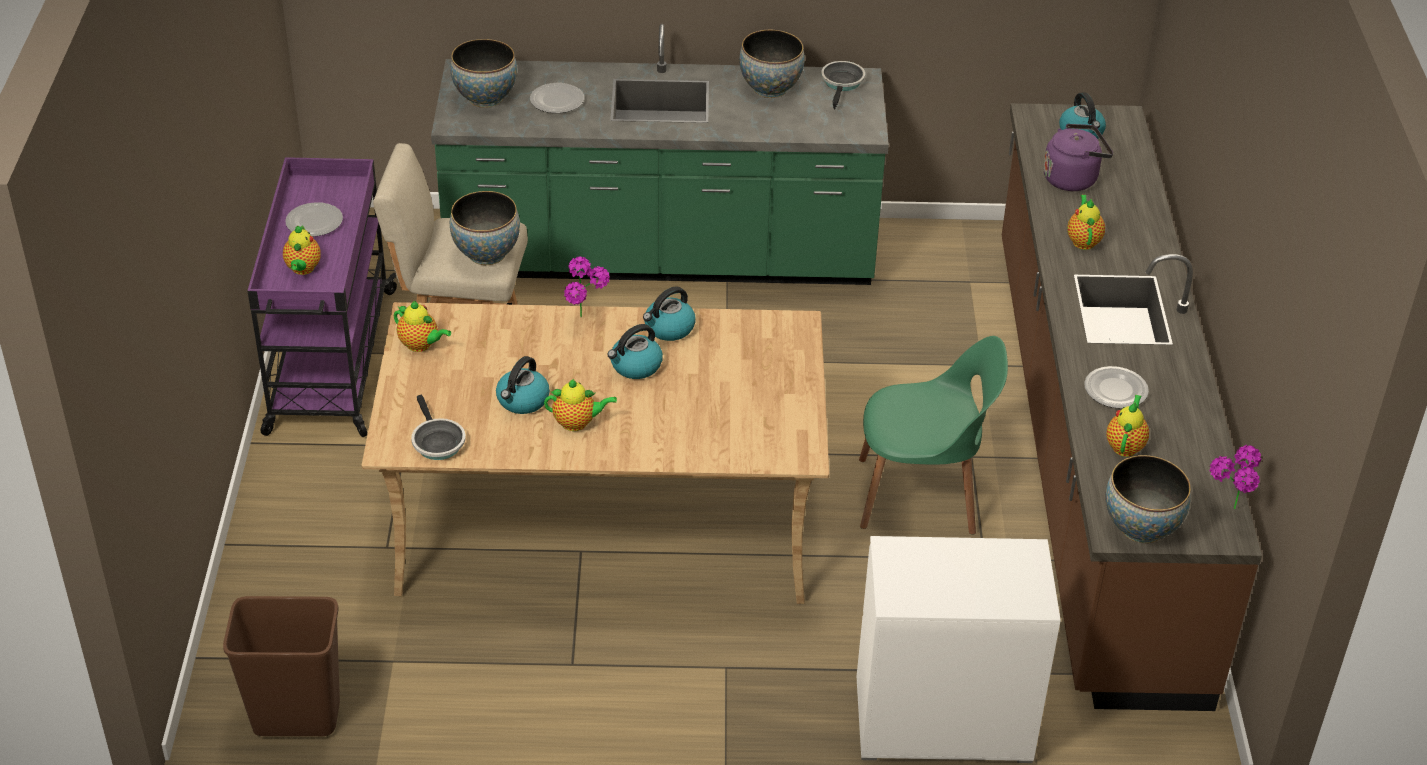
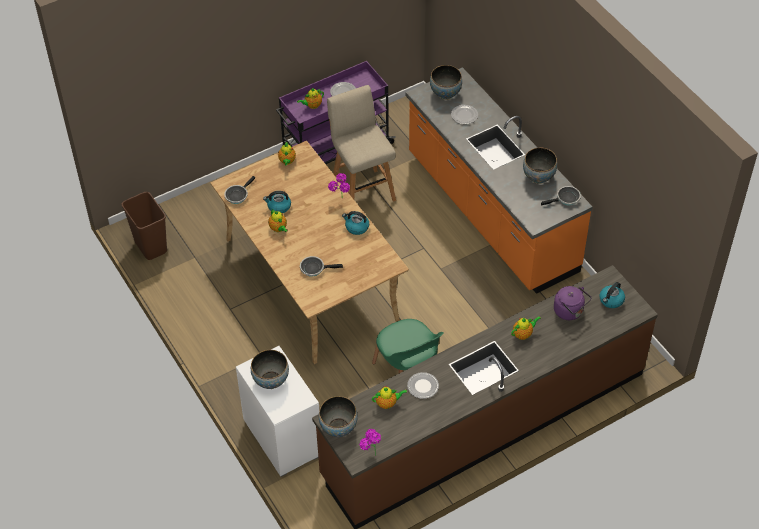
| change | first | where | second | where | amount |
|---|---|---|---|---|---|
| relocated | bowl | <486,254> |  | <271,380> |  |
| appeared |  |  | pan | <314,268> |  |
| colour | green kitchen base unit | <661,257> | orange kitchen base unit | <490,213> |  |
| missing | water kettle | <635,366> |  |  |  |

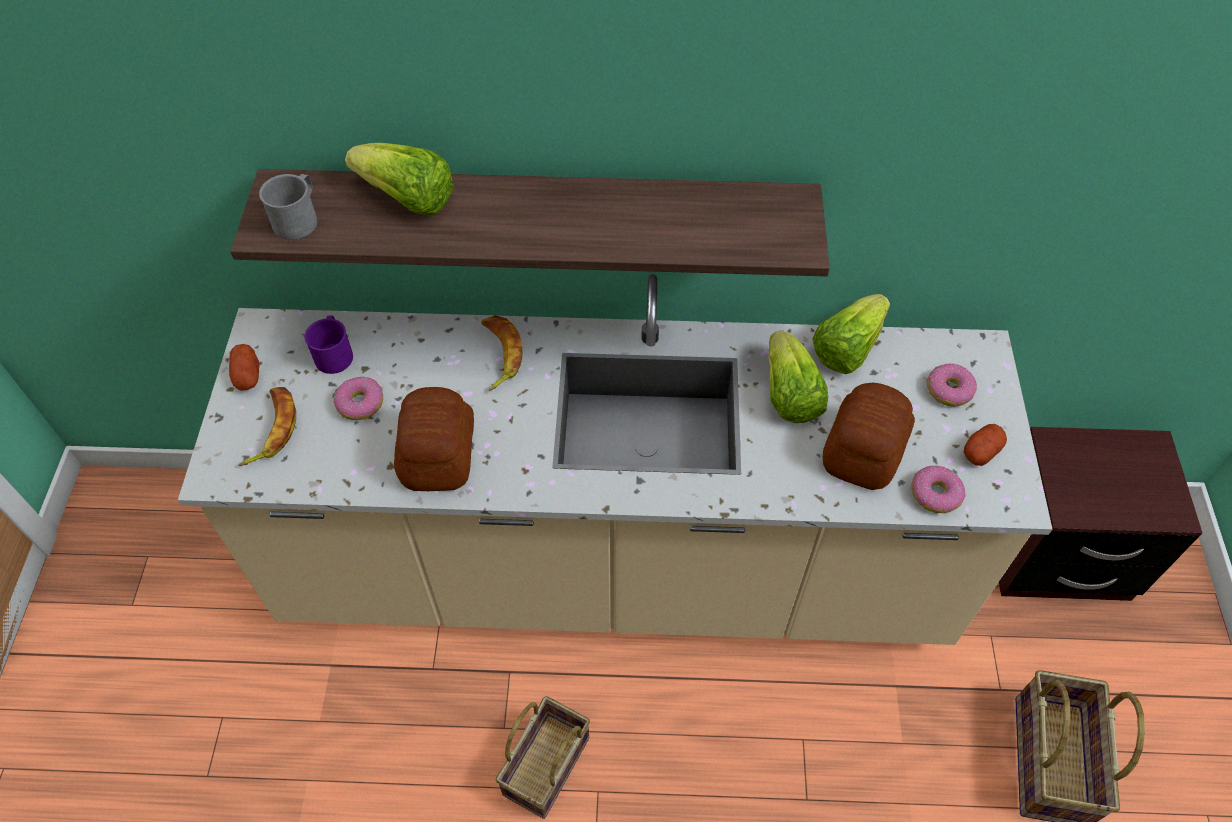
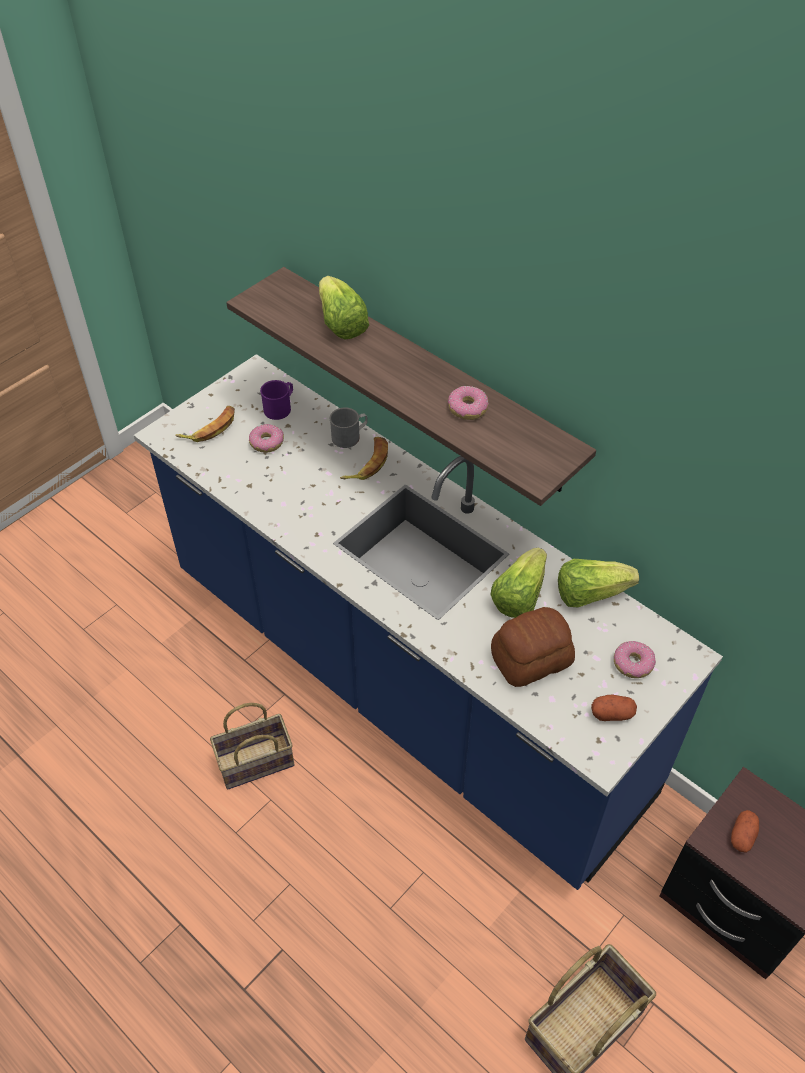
| change | first | where | second | where | amount |
|---|---|---|---|---|---|
| colour | beige-coloured kitchen base unit | <616,572> | blue-coloured kitchen base unit | <402,683> |  |
| relocated | grey coffee mug | <299,218> |  | <350,436> |  |
| relocated | donut | <935,494> |  | <467,408> |  |
| relocated | whole potato | <248,375> |  | <742,836> |  |
| missing | baked bread | <437,455> |  |  |  |

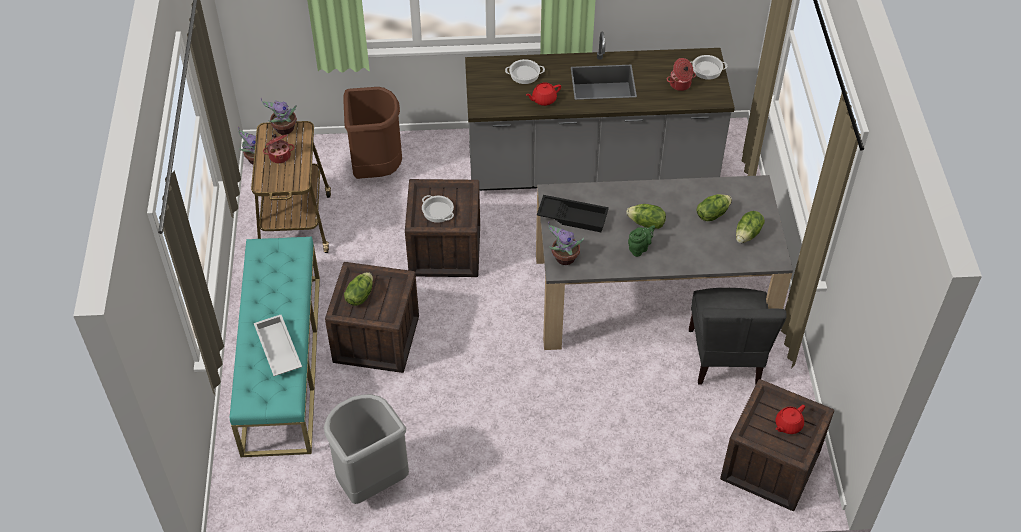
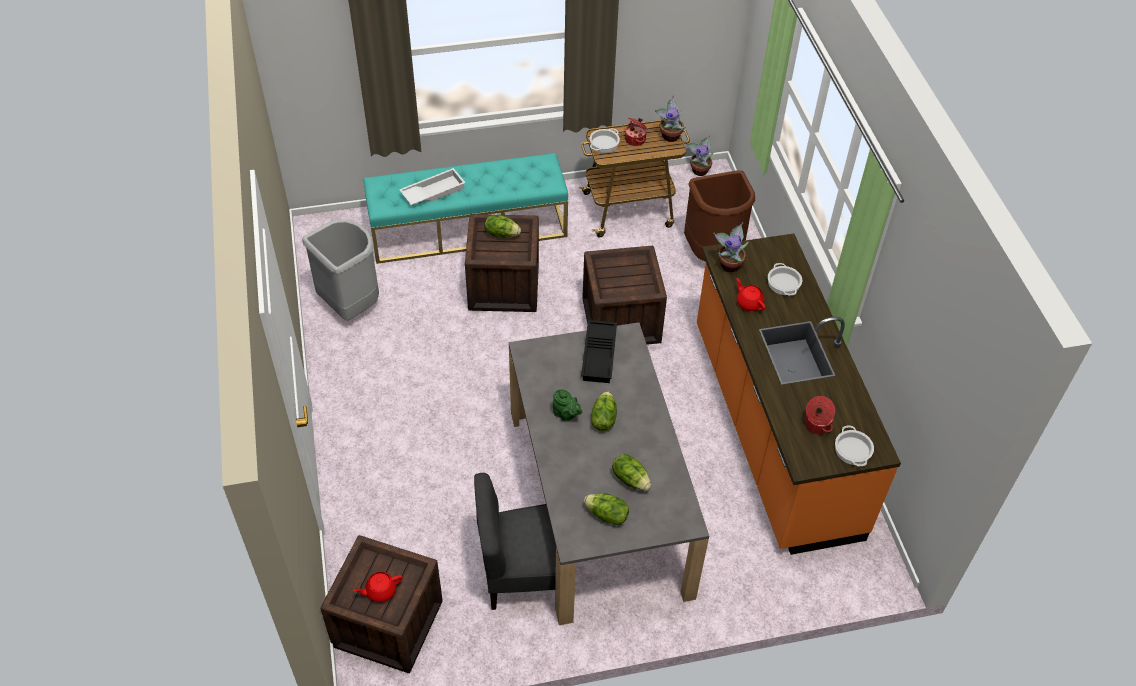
| change | first | where | second | where | amount |
|---|---|---|---|---|---|
| spun | reddish teapot | <788,425> |  | <380,591> | 60 degrees counterclockwise |
| relocated | cooking pot | <437,211> |  | <604,143> |  |
| colour | grey kitchen base unit | <591,167> | orange kitchen base unit | <772,430> |  |
| relocated | plant in a pot | <563,258> |  | <729,264> |  |

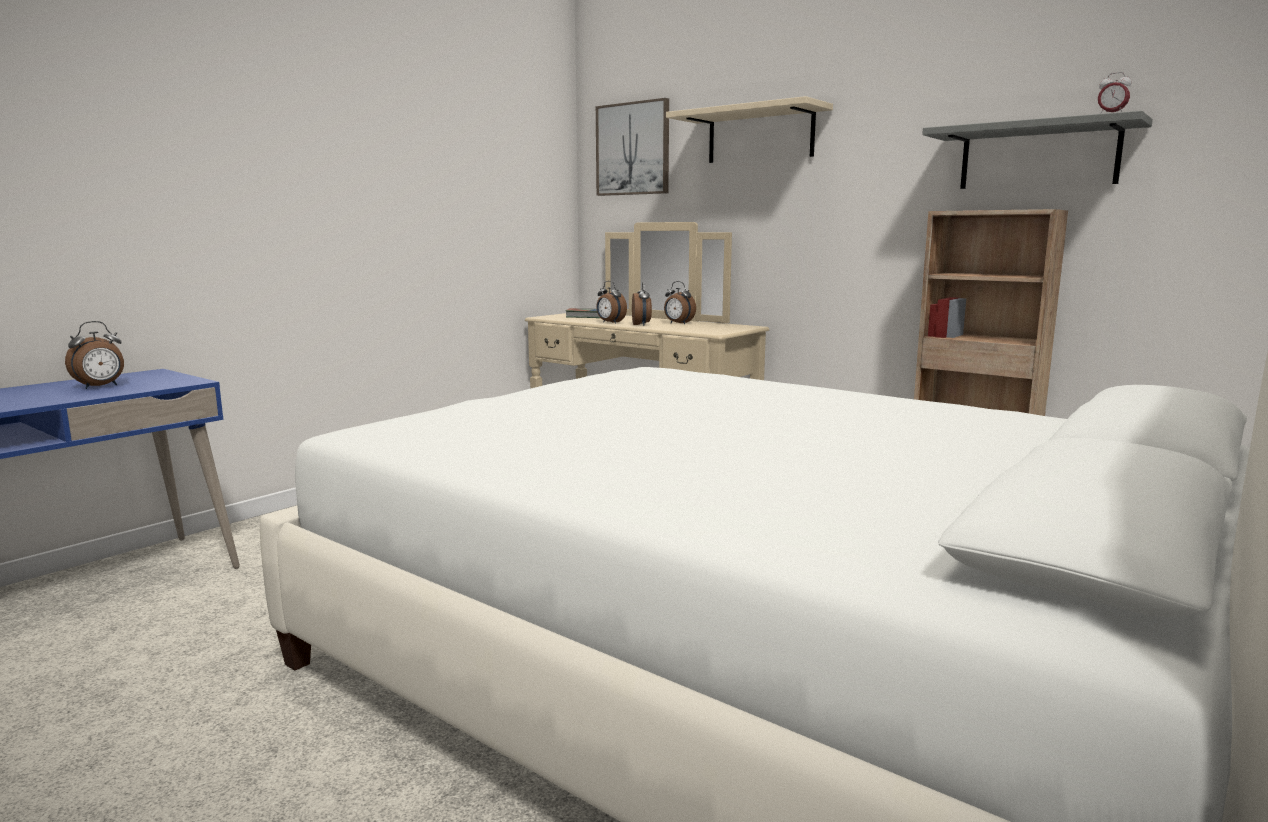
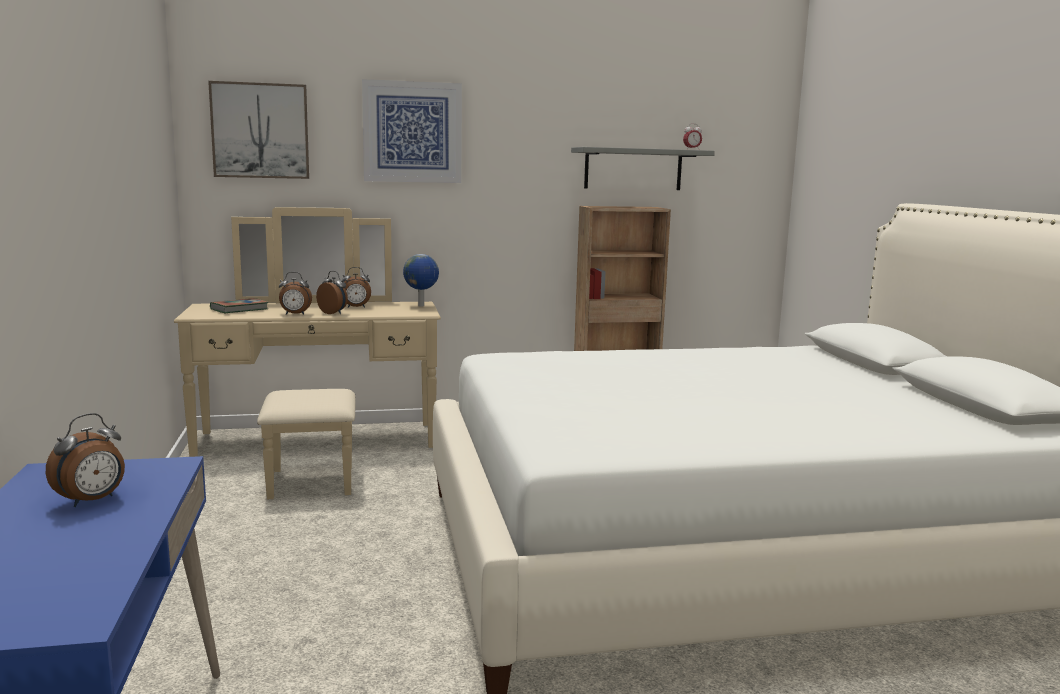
| change | first | where | second | where | amount |
|---|---|---|---|---|---|
| spun | table clock | <101,386> |  | <92,501> | 45 degrees clockwise |
| exchanged | beige-coloured bracket shelf | <760,135> | picture | <412,132> |  |
| appeared |  |  | globe | <421,306> |  |

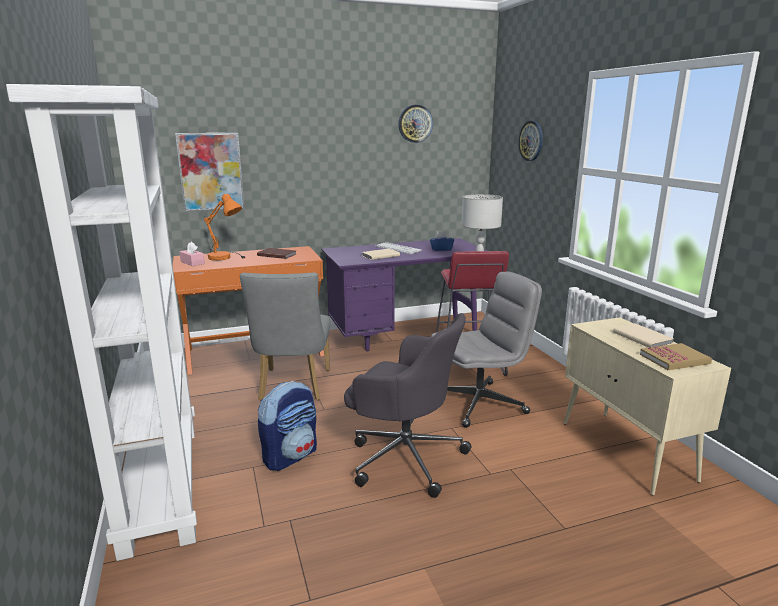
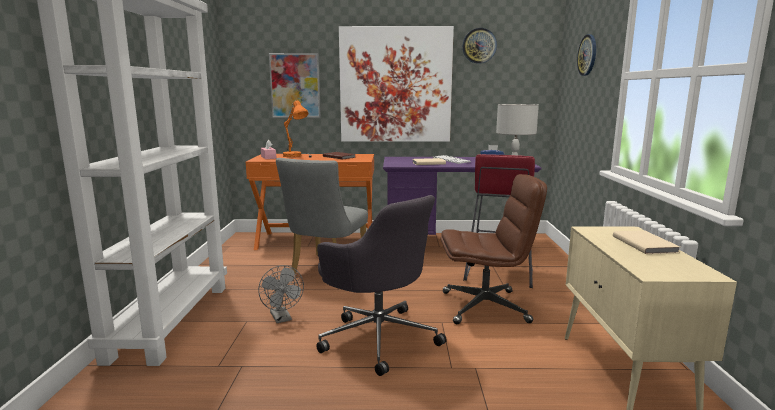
| change | first | where | second | where | amount |
|---|---|---|---|---|---|
| exchanged | backpack | <290,456> | grey cooling fan | <282,318> |  |
| appeared |  |  | picture | <395,85> |  |
| colour | grey computer chair | <479,403> | brown computer chair | <485,307> |  |
| missing | book | <674,359> |  |  |  |

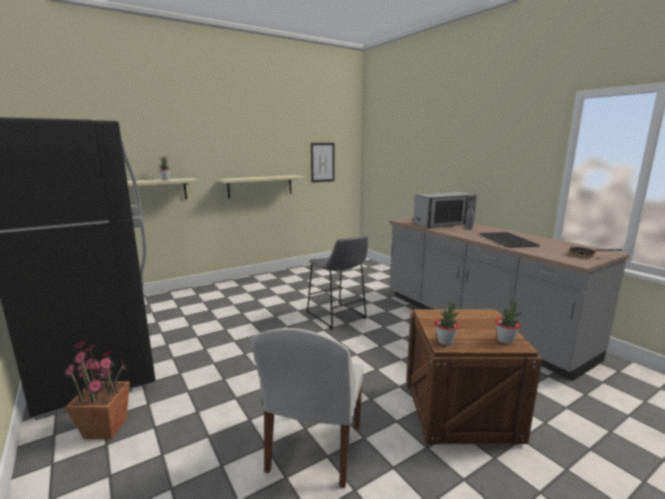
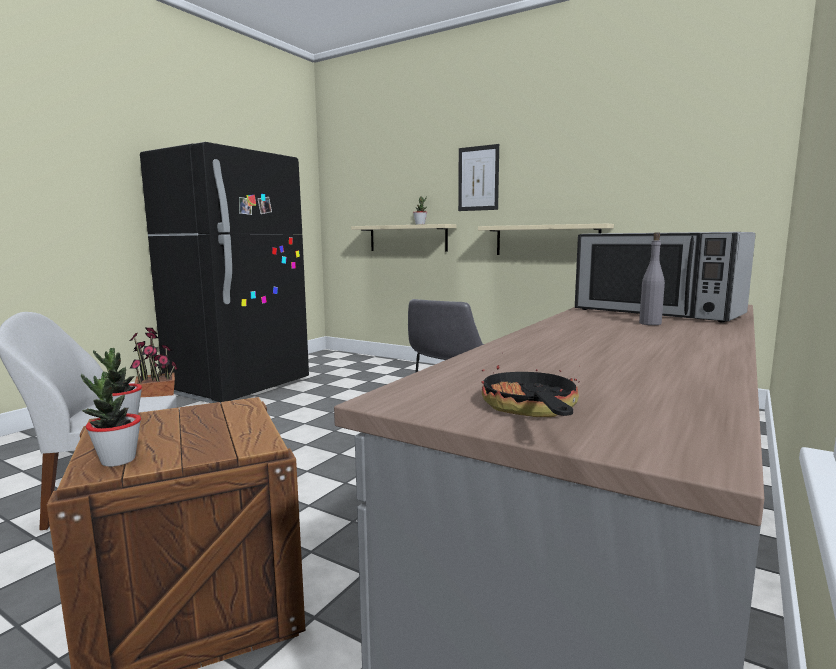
| change | first | where | second | where | amount |
|---|---|---|---|---|---|
| relocated | picture | <322,162> |  | <478,178> |  |
| missing | carrying tray | <506,240> |  |  |  |

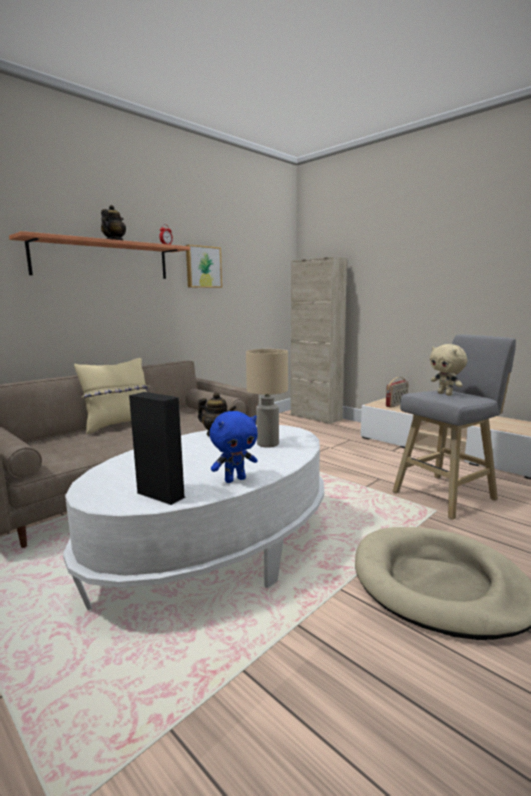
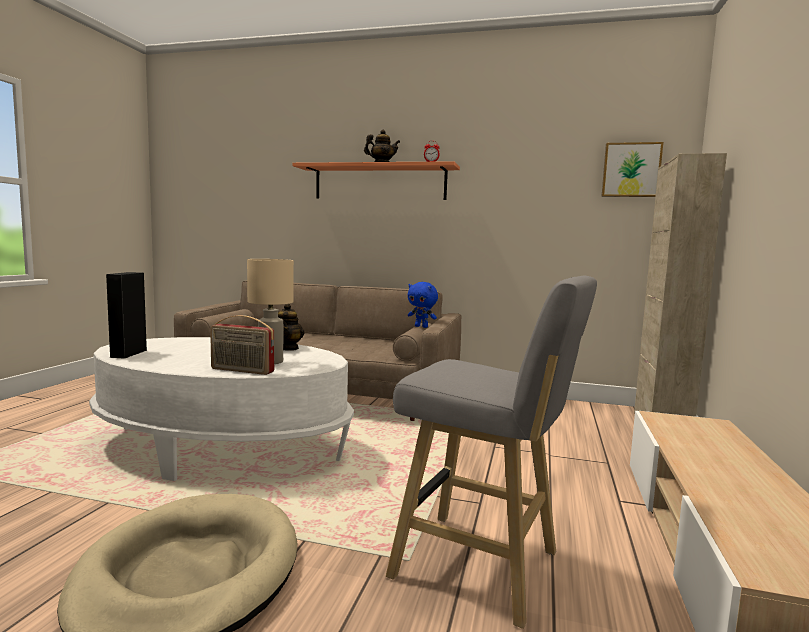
| change | first | where | second | where | amount |
|---|---|---|---|---|---|
| relocated | radio receiver | <397,404> |  | <241,371> |  |
| relocated | blue-coloured plush toy | <235,479> |  | <421,327> |  |
| relocated | picture | <203,267> |  | <631,170> |  |
| missing | beige-coloured pillow | <119,425> |  |  |  |
| missing | beige-coloured plush toy | <445,394> |  |  |  |

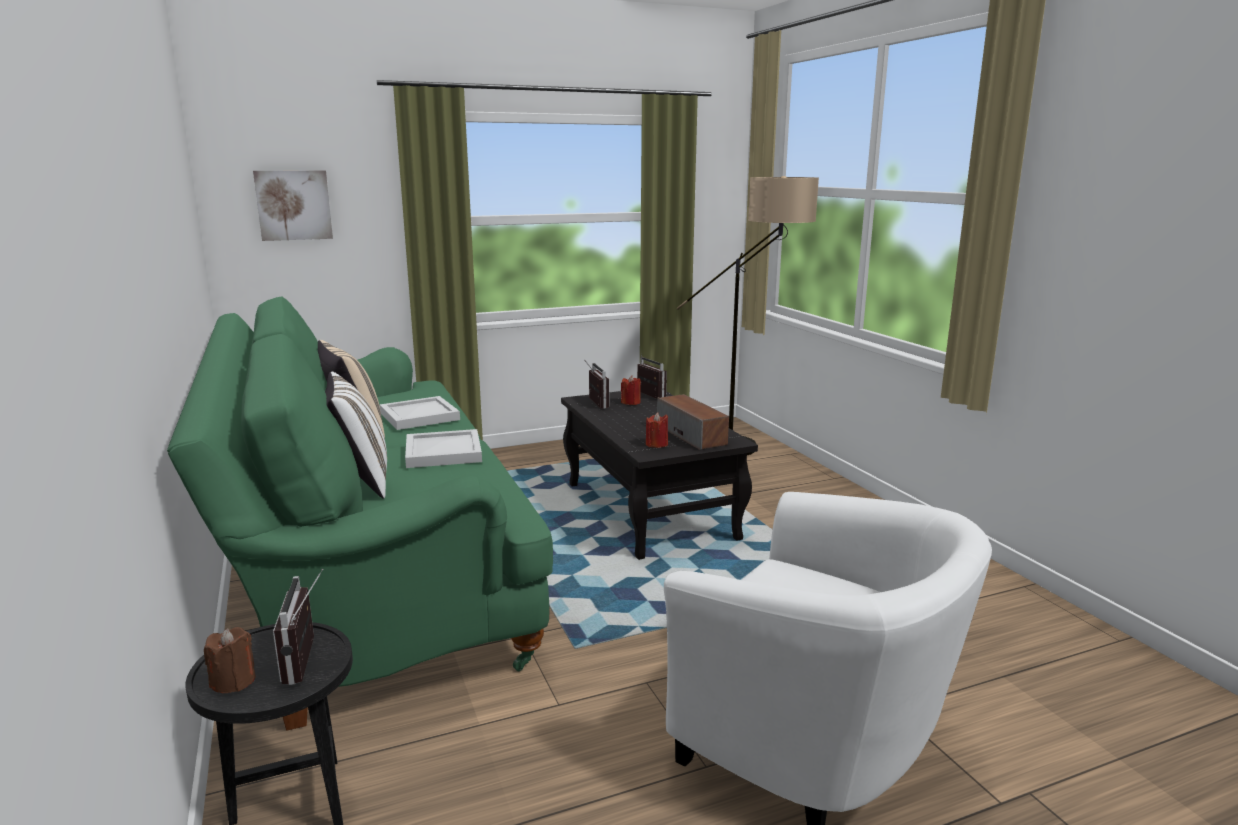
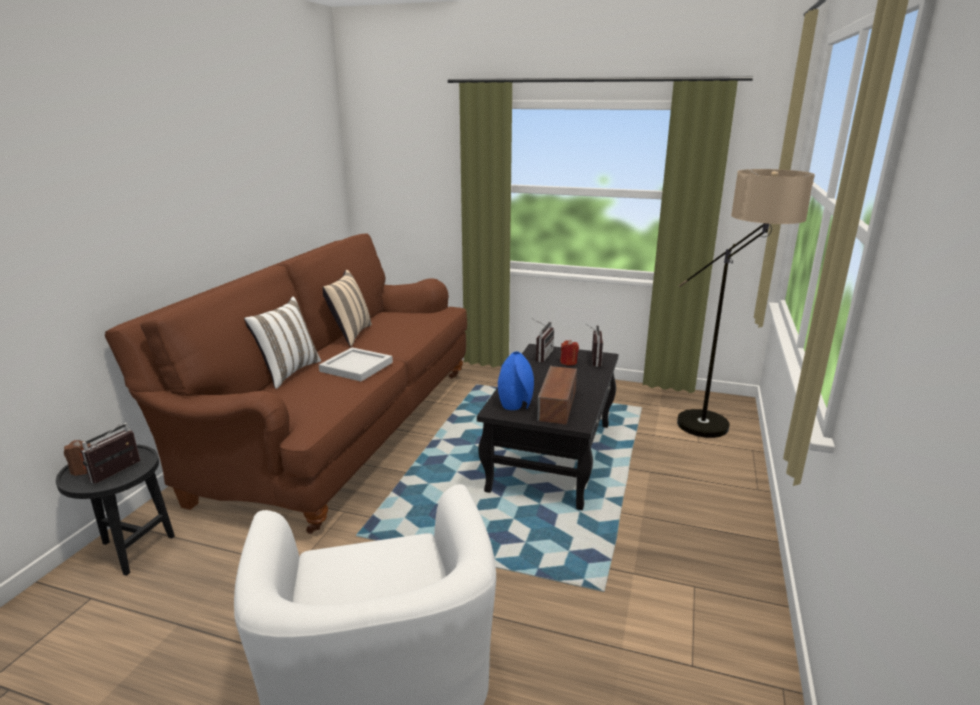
| change | first | where | second | where | amount |
|---|---|---|---|---|---|
| colour | green sofa | <370,569> | brown sofa | <338,429> |  |
| exchanged | reddish wax light | <656,444> | blue-coloured flower vase | <516,405> |  |
| missing | picture | <293,205> |  |  |  |
| missing | white carrying tray | <420,416> |  |  |  |

